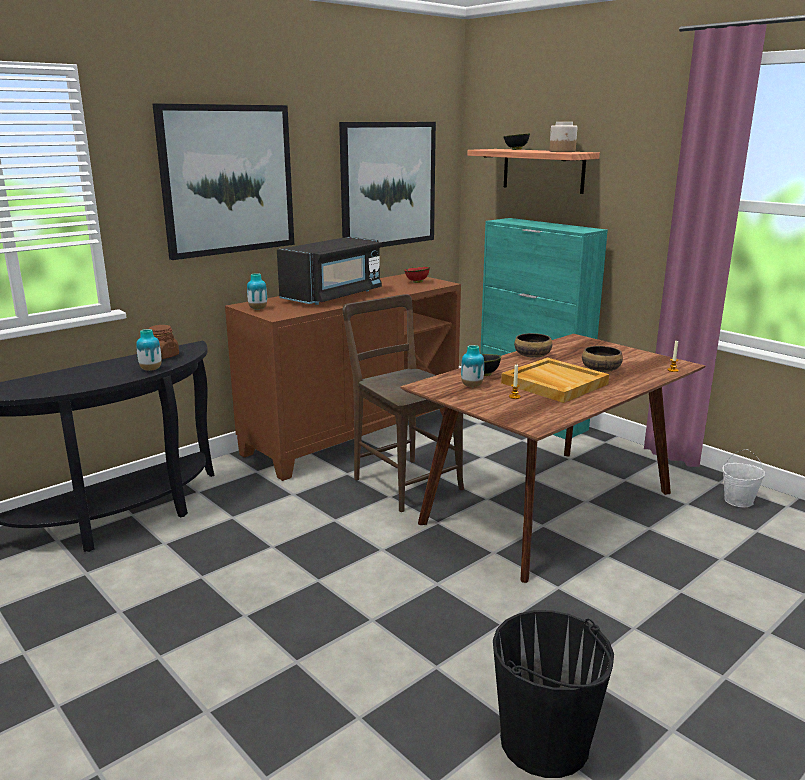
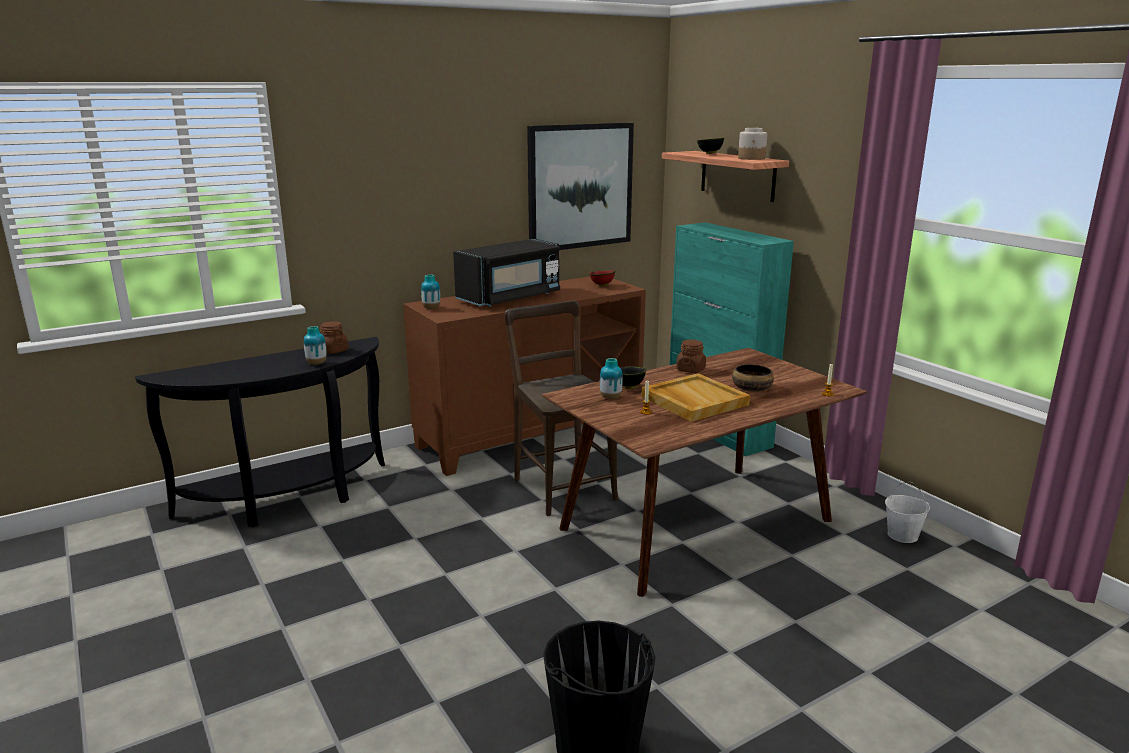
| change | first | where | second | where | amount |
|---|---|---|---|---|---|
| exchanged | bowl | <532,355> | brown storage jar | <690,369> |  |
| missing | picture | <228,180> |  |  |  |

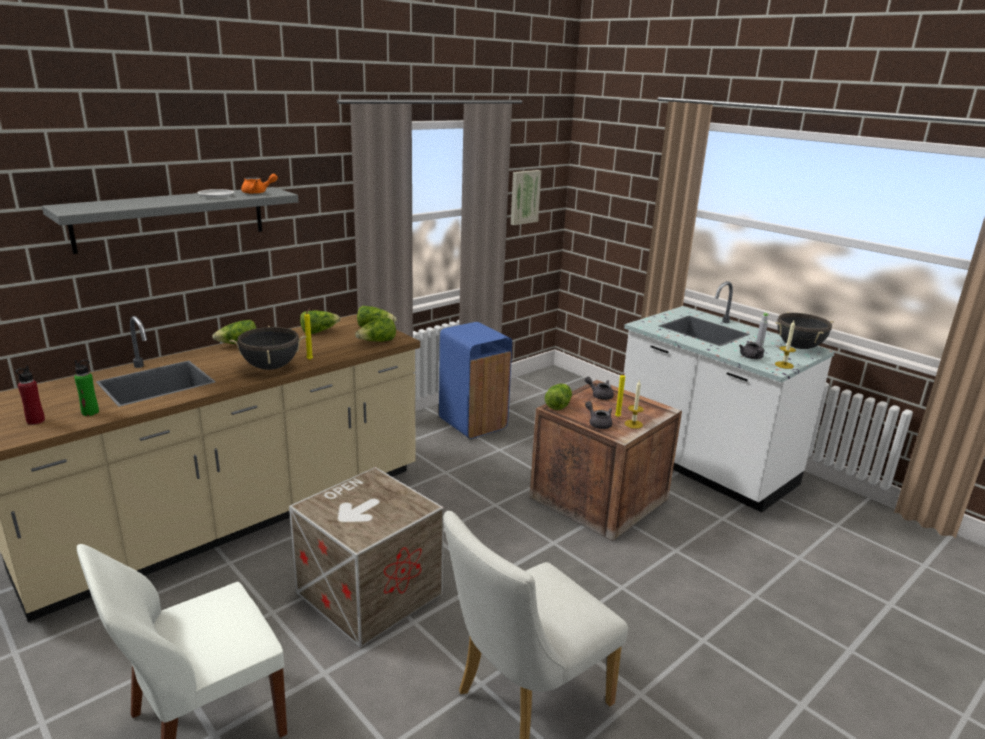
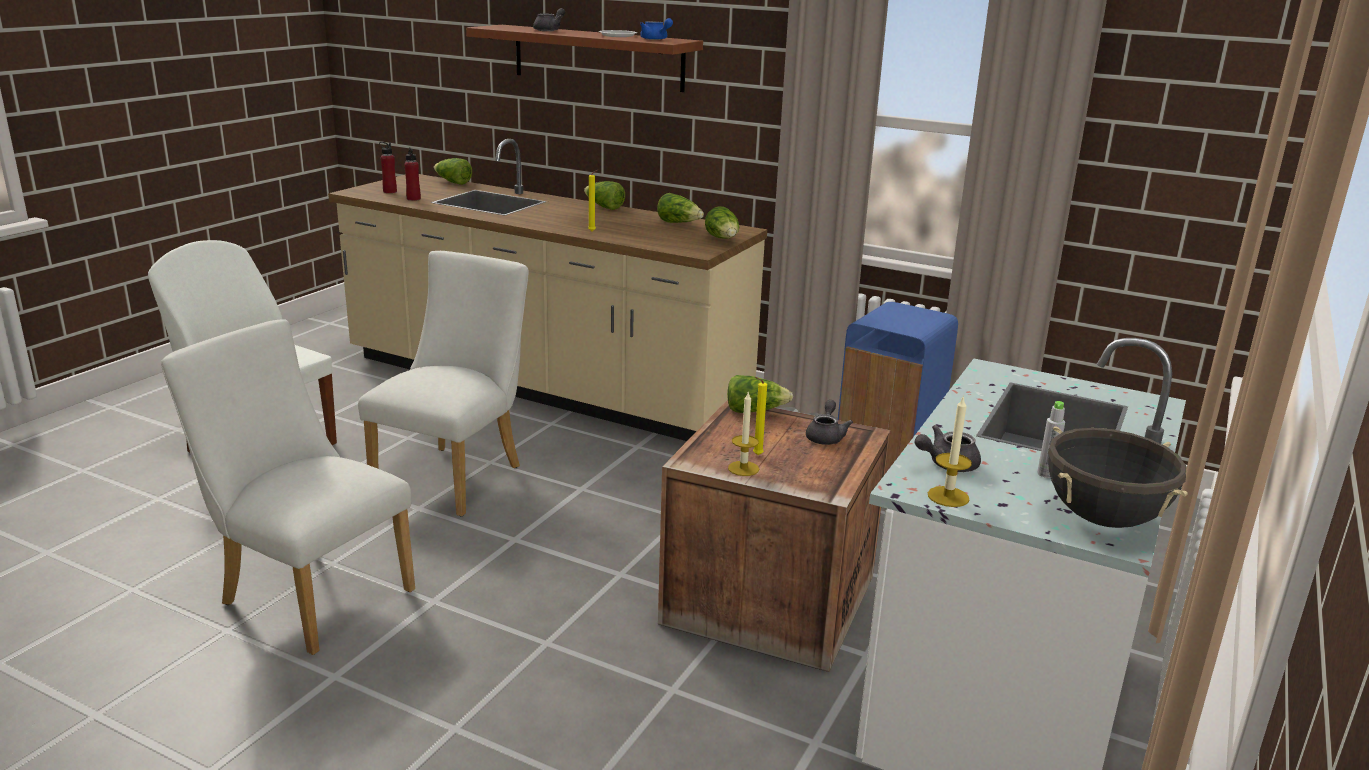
| change | first | where | second | where | amount |
|---|---|---|---|---|---|
| exchanged | shipping crate | <369,593> | white plain chair | <456,475> |  |
| colour | green drink bottle | <90,412> | reddish drink bottle | <413,199> |  |
| relocated | head of lettuce | <377,342> |  | <452,182> |  |
| colour | grey bracket shelf | <171,218> | brown bracket shelf | <598,57> |  |
| relocated | grey teapot | <598,423> |  | <550,30> |  |
| colour | orange teapot | <258,193> | blue-coloured teapot | <655,39> |  |
| missing | black-coloured cooking pot | <271,367> |  |  |  |
| missing | picture | <524,197> |  |  |  |

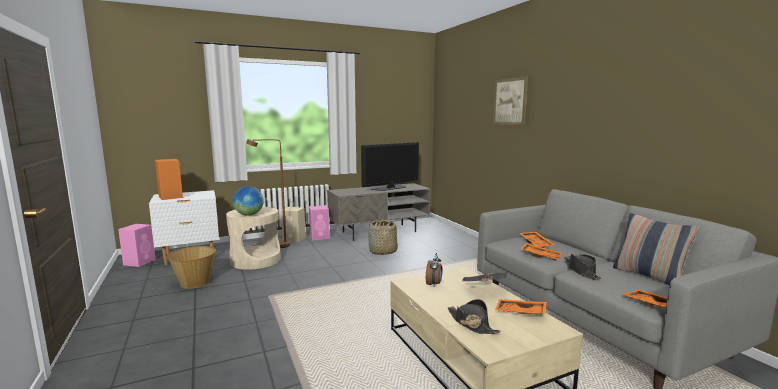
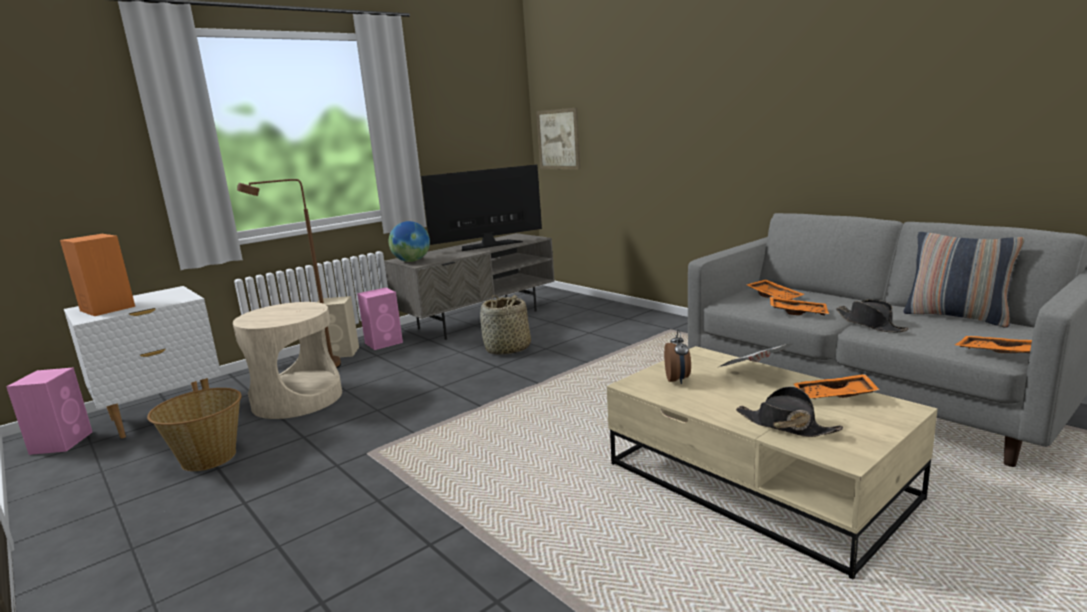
| change | first | where | second | where | amount |
|---|---|---|---|---|---|
| relocated | globe | <249,215> |  | <411,261> |  |
| spun | TV set | <390,188> |  | <489,245> | 150 degrees counterclockwise |
| relocated | picture | <510,101> |  | <558,139> |  |

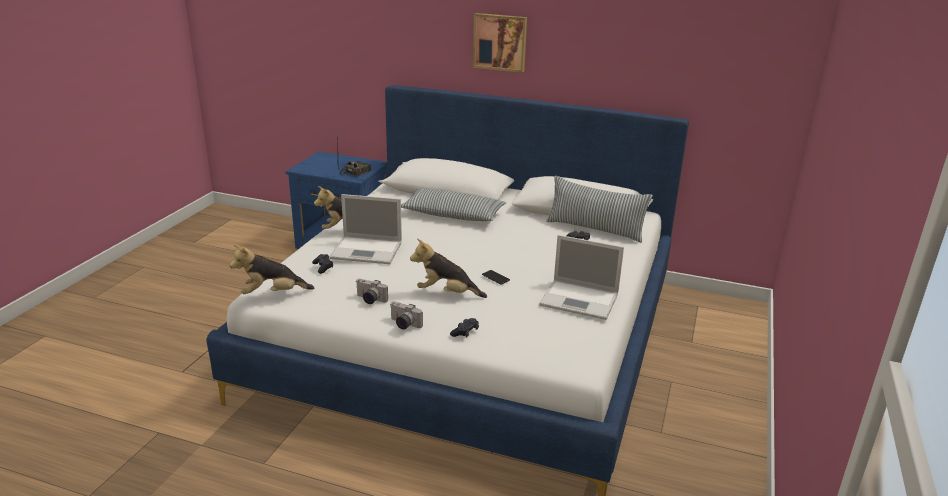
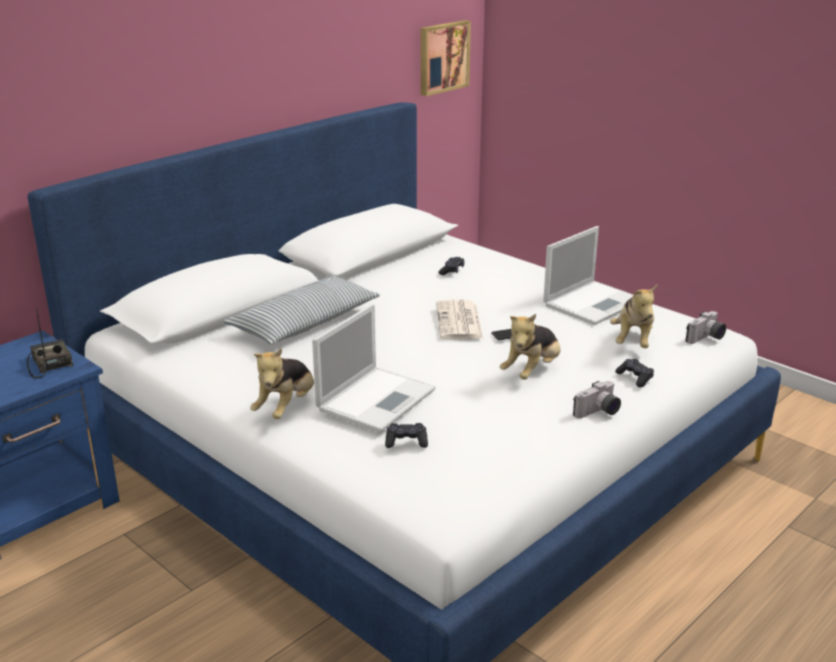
| change | first | where | second | where | amount |
|---|---|---|---|---|---|
| relocated | picture | <500,42> |  | <442,57> |  |
| appeared |  |  | printed paper | <459,322> |  |
| relocated | plush toy | <272,294> |  | <633,340> |  |
| relocated | photo camera | <369,300> |  | <706,338> |  |
| missing | pillow | <595,229> |  |  |  |

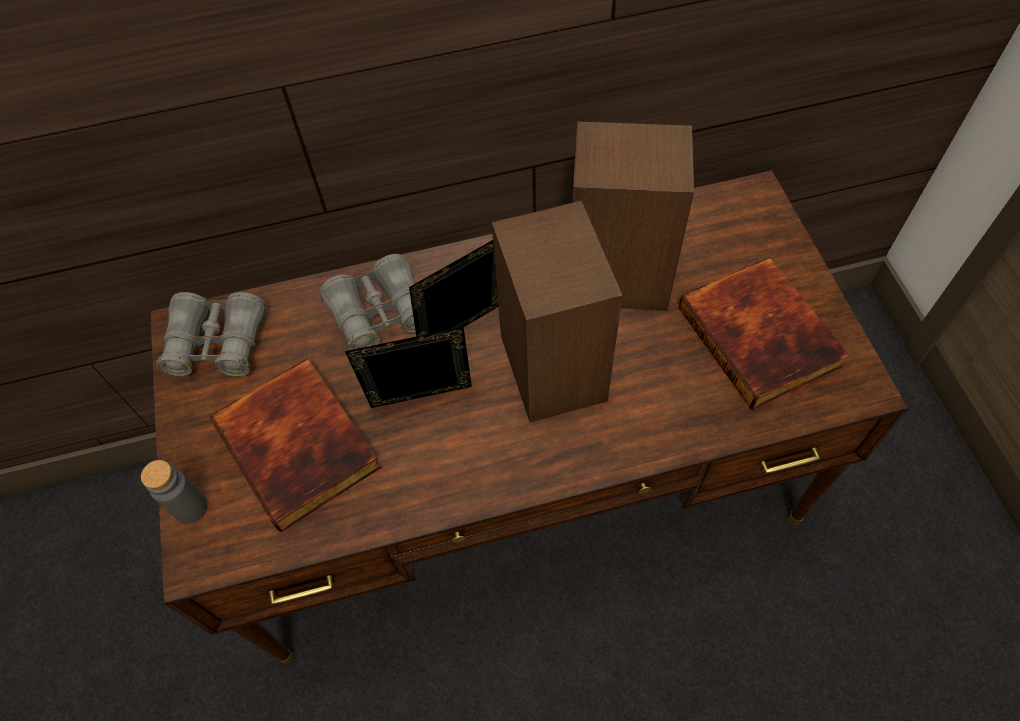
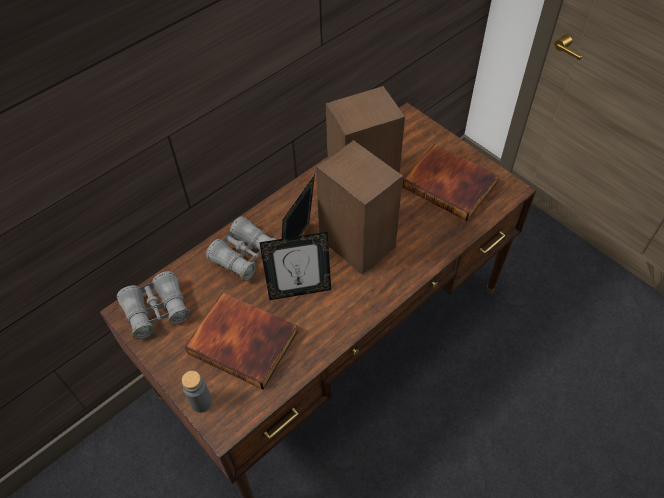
| change | first | where | second | where | amount |
|---|---|---|---|---|---|
| spun | picture frame | <423,404> |  | <299,290> | 150 degrees counterclockwise |

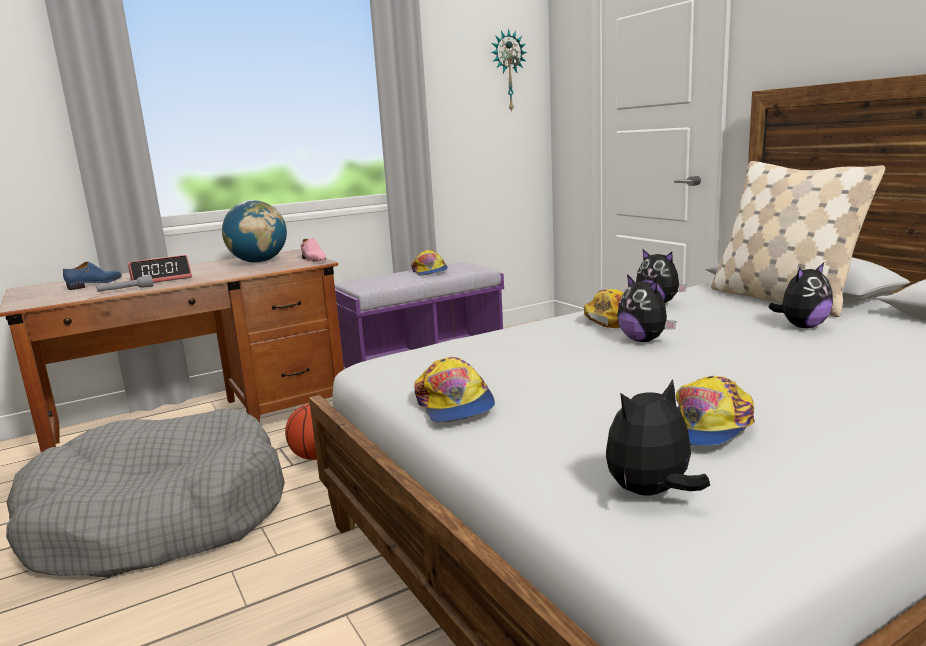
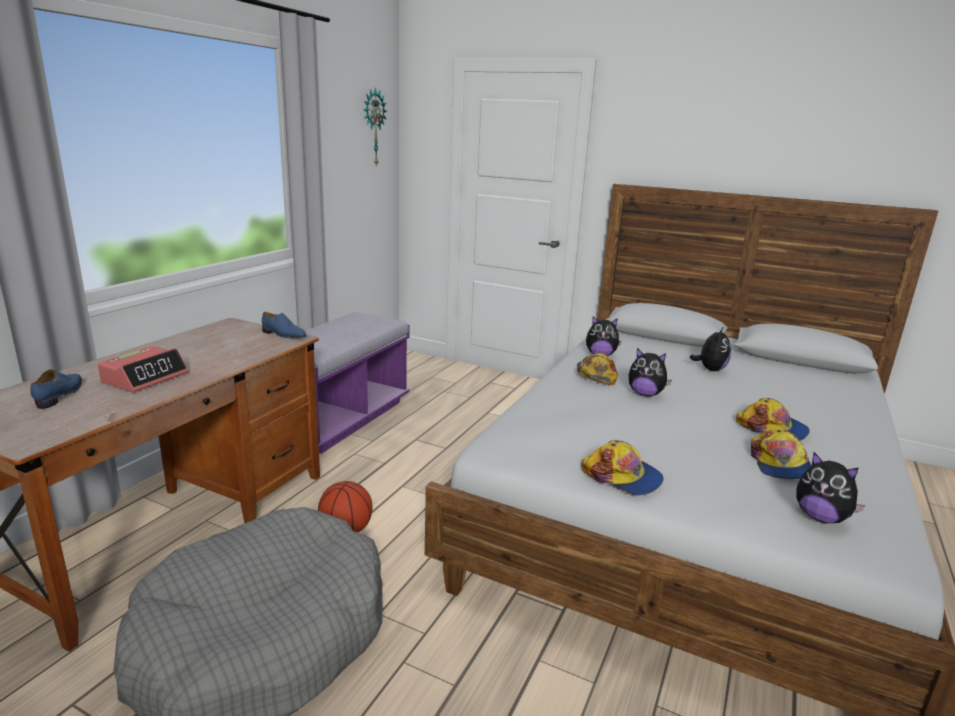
| change | first | where | second | where | amount |
|---|---|---|---|---|---|
| colour | pink-coloured item of footwear | <313,260> | blue-coloured item of footwear | <283,334> |  |
| relocated | cap | <430,271> |  | <772,428> |  |
| spun | plush toy | <651,493> |  | <821,517> | 75 degrees counterclockwise |
| missing | grey flashlight | <126,290> |  |  |  |
| missing | globe | <259,262> |  |  |  |
| missing | beige-coloured pillow | <781,300> |  |  |  |

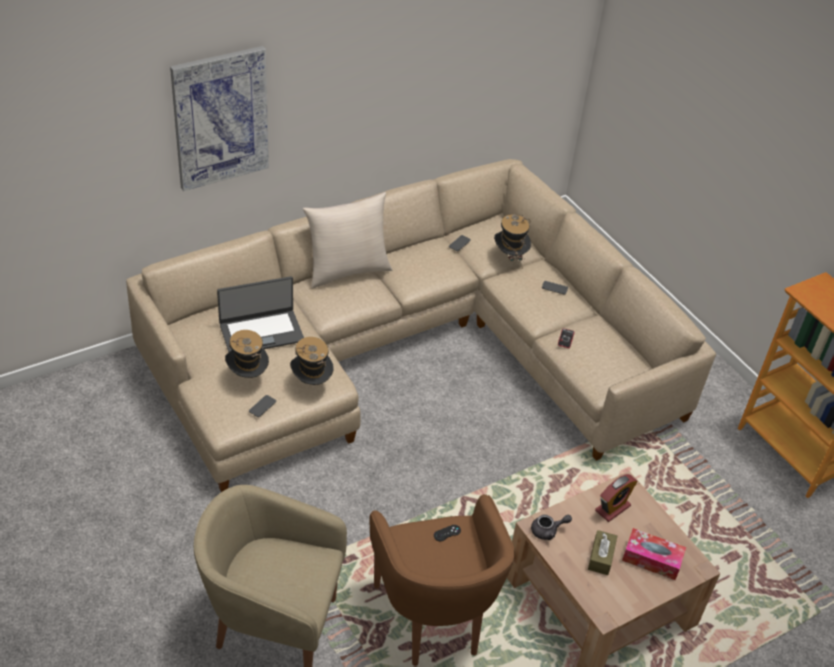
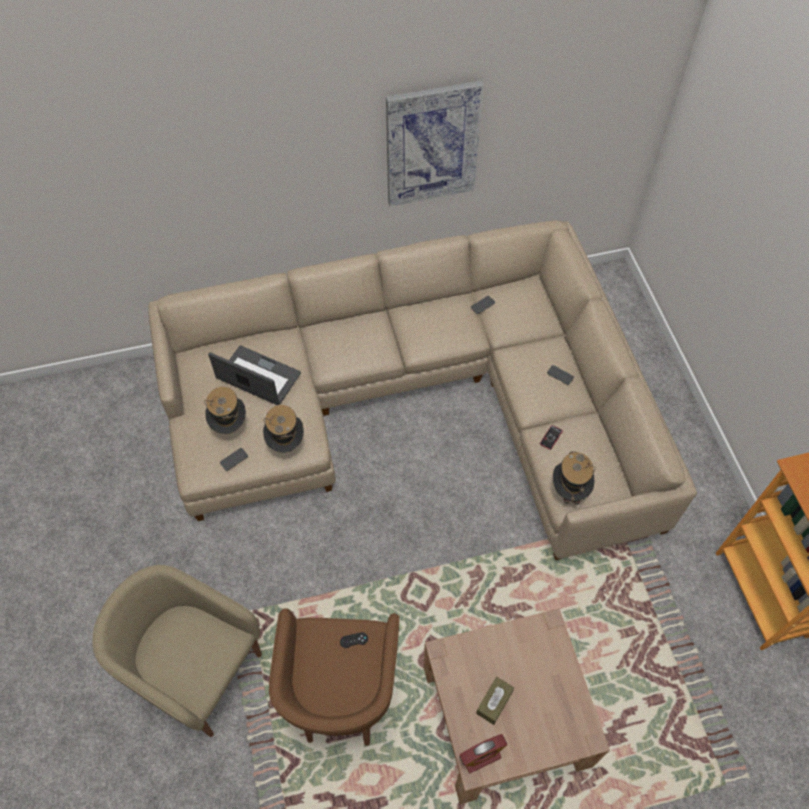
| change | first | where | second | where | amount |
|---|---|---|---|---|---|
| spun | laptop | <261,332> |  | <258,377> | 150 degrees counterclockwise |
| relocated | picture | <220,118> |  | <432,144> |  |
| relocated | table clock | <612,508> |  | <480,756> |  |
| relocated | hat | <509,258> |  | <569,490> |  |
| missing | beige-coloured pillow | <347,271> |  |  |  |
| missing | grey teapot | <548,531> |  |  |  |
| missing | tissue box | <652,559> |  |  |  |

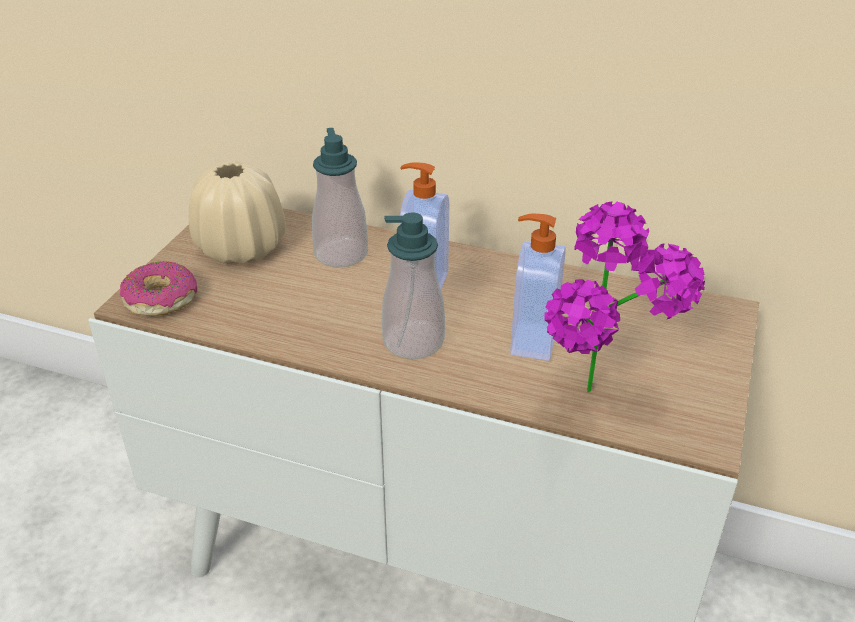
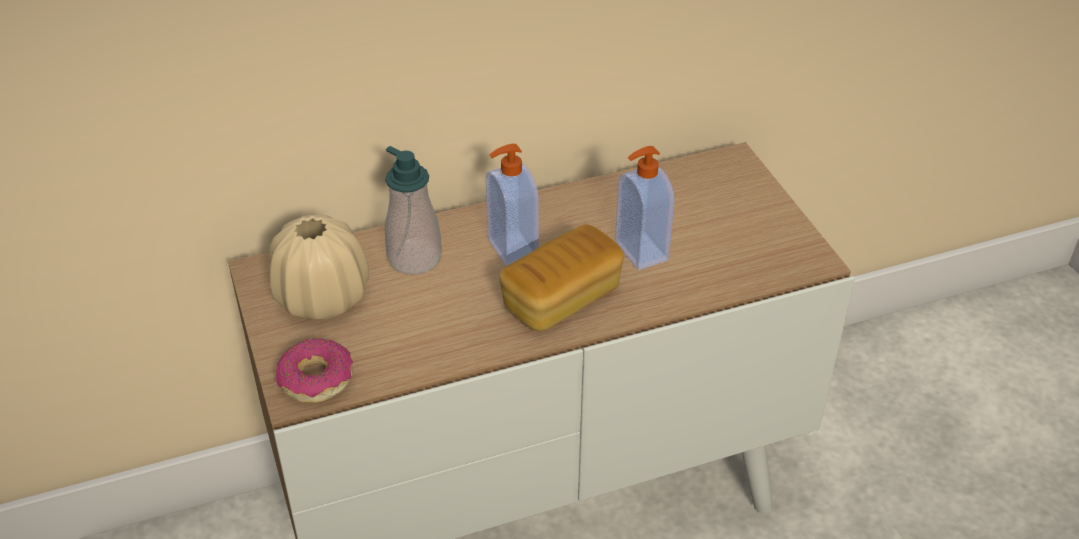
| change | first | where | second | where | amount |
|---|---|---|---|---|---|
| exchanged | soap bottle | <413,342> | baked bread | <561,299> |  |
| missing | plant in a pot | <603,408> |  |  |  |

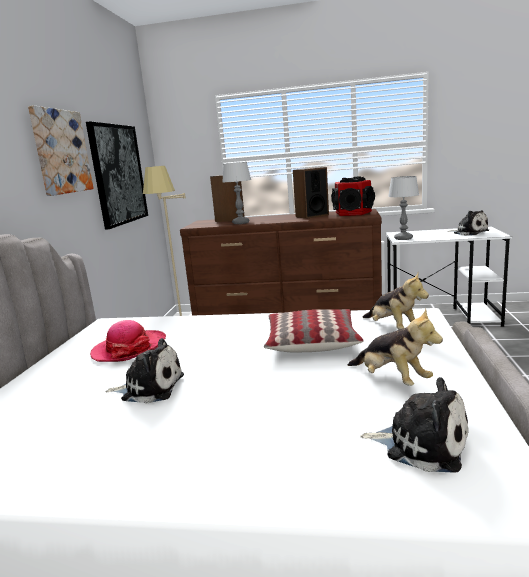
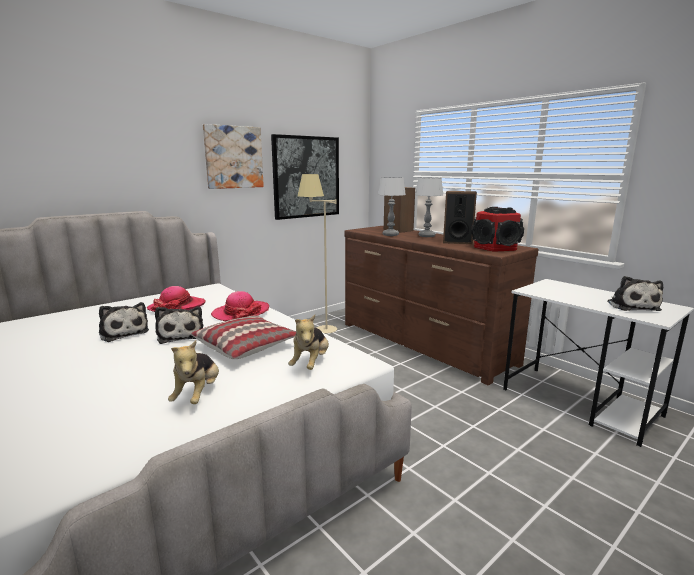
| change | first | where | second | where | amount |
|---|---|---|---|---|---|
| relocated | plush toy | <421,444> |  | <181,335> |  |
| appeared |  |  | hat | <241,313> |  |
| relocated | tabletop lamp | <403,238> |  | <427,236> |  |

